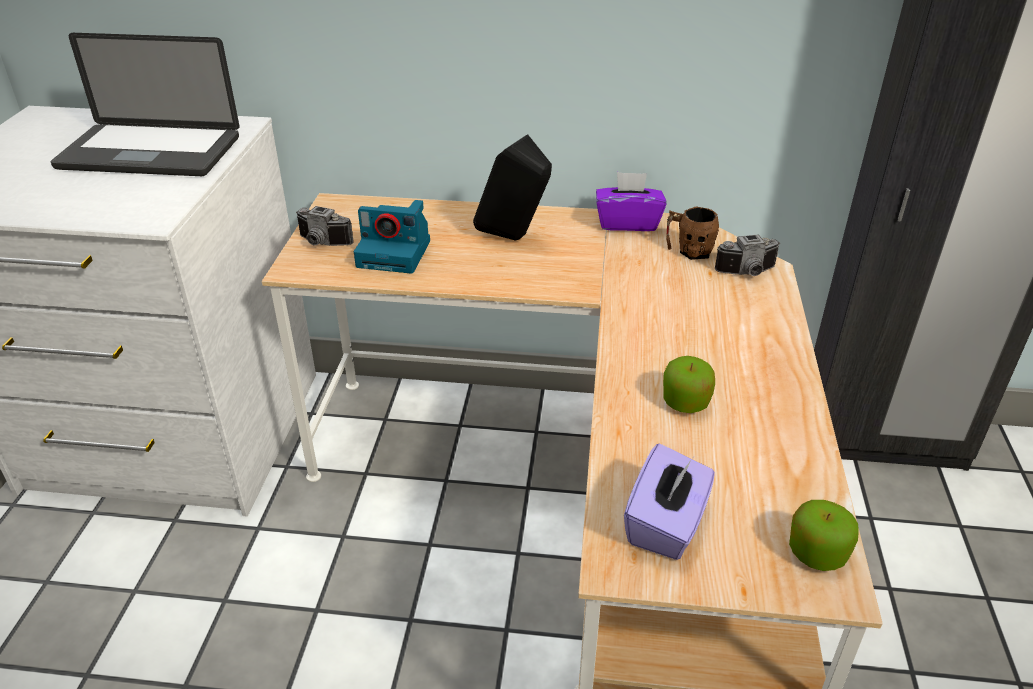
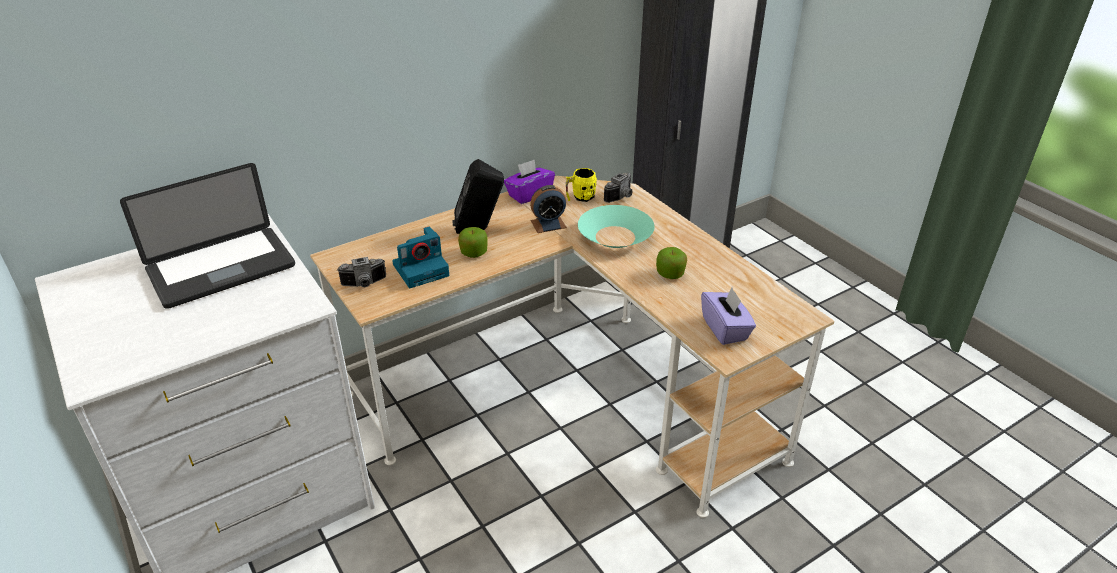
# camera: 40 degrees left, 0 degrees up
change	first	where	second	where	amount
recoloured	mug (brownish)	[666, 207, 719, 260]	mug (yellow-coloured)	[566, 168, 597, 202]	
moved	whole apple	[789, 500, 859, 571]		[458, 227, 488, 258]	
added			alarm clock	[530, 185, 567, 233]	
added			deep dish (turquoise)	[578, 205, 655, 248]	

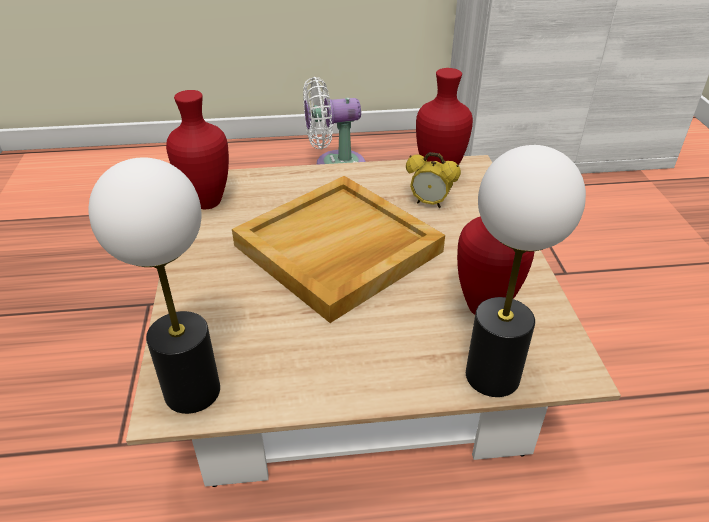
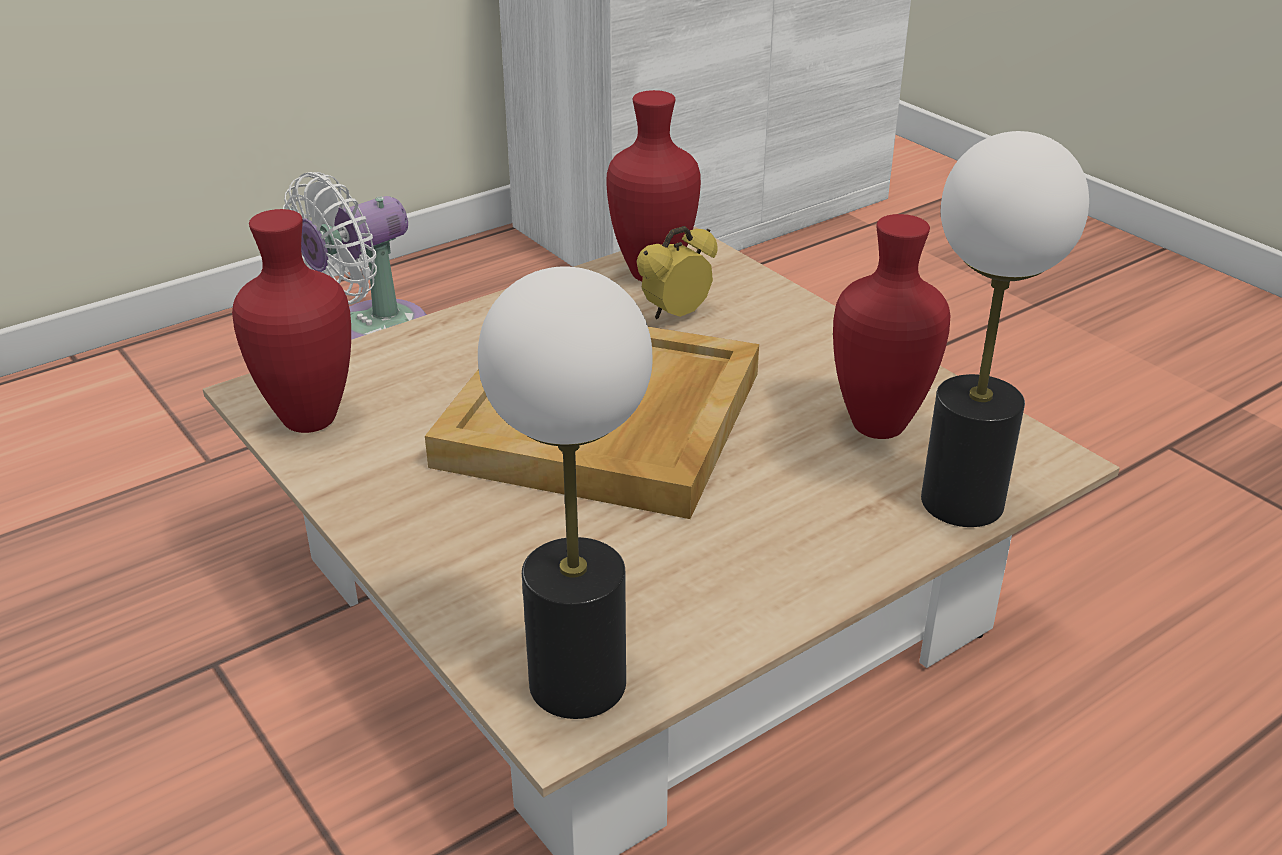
# camera: 30 degrees left, 5 degrees down
change	first	where	second	where	amount
turned	alarm clock	[406, 152, 461, 208]		[637, 226, 718, 319]	150 degrees clockwise

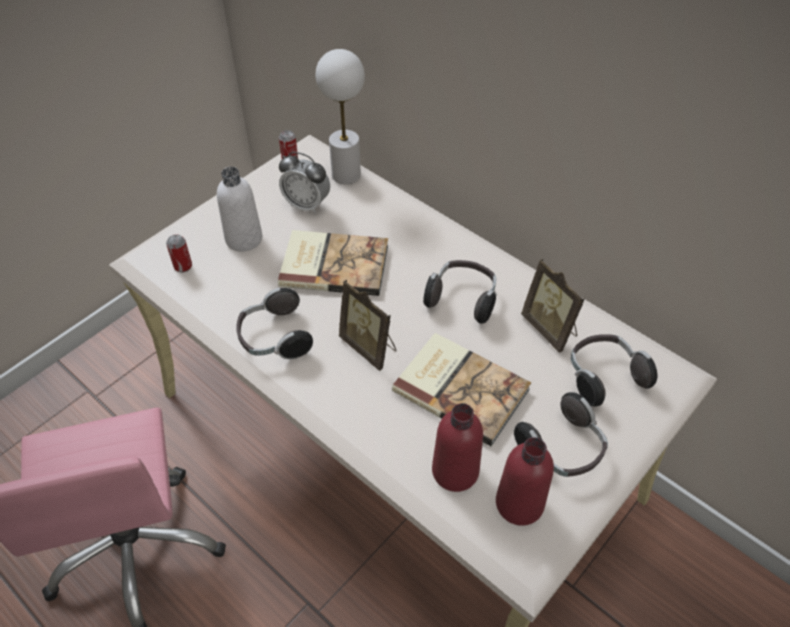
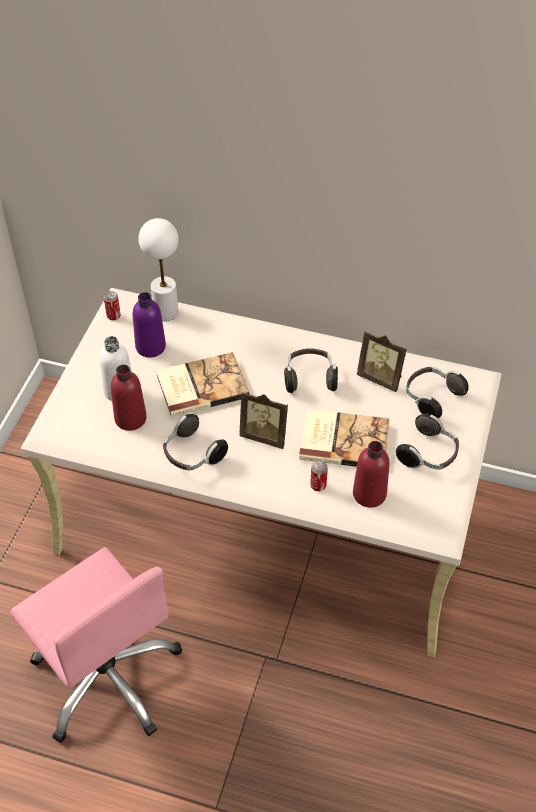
# camera: 25 degrees left, 0 degrees up
change	first	where	second	where	amount
moved	metal can	[166, 234, 192, 273]		[310, 461, 328, 491]	
replaced	alarm clock	[279, 152, 330, 214]	beverage bottle (purple)	[133, 292, 166, 357]	
moved	beverage bottle (reddish)	[496, 437, 554, 526]		[111, 365, 147, 431]	

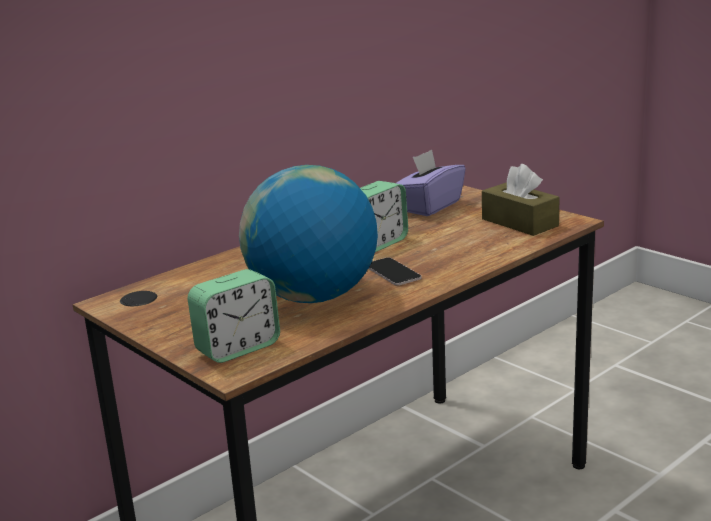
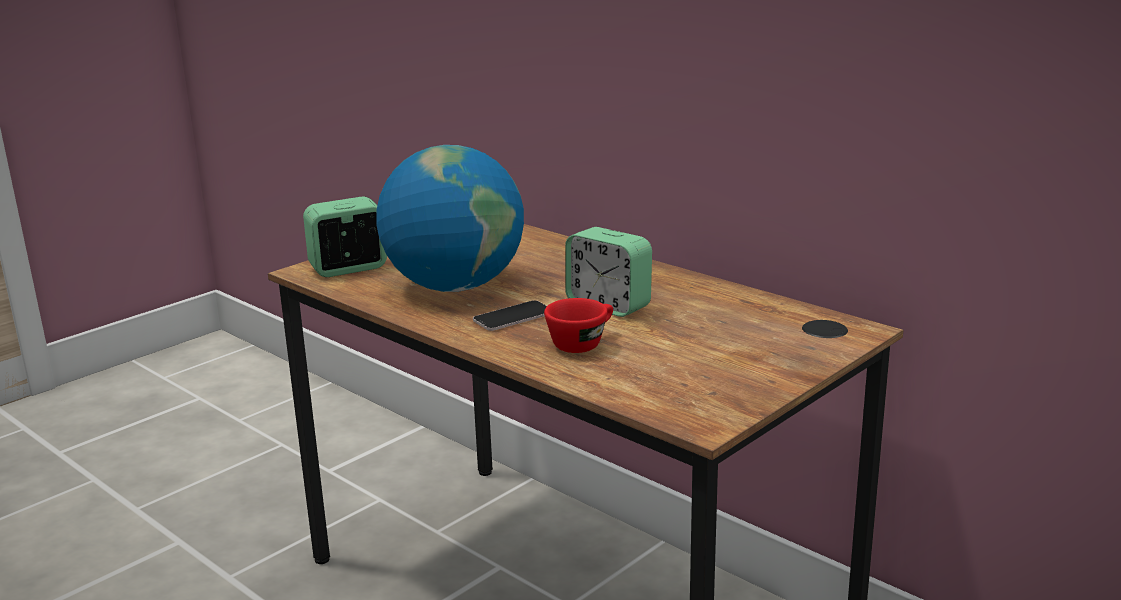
# camera: 85 degrees right, 0 degrees up
change	first	where	second	where	amount
turned	alarm clock	[187, 269, 280, 363]		[303, 196, 387, 277]	105 degrees clockwise
removed	tissue box (purple)	[396, 150, 465, 216]			
removed	tissue box (brownish)	[482, 164, 560, 236]			
added			cup (reddish)	[544, 298, 613, 353]	

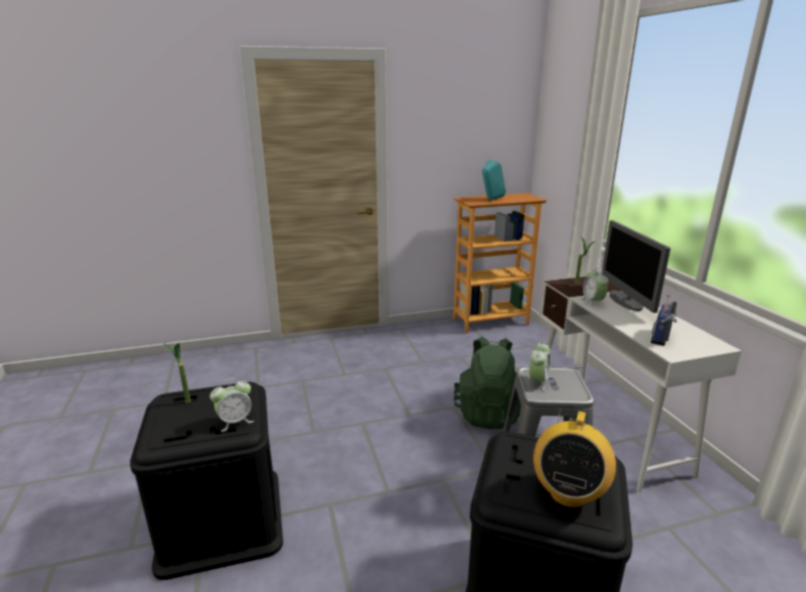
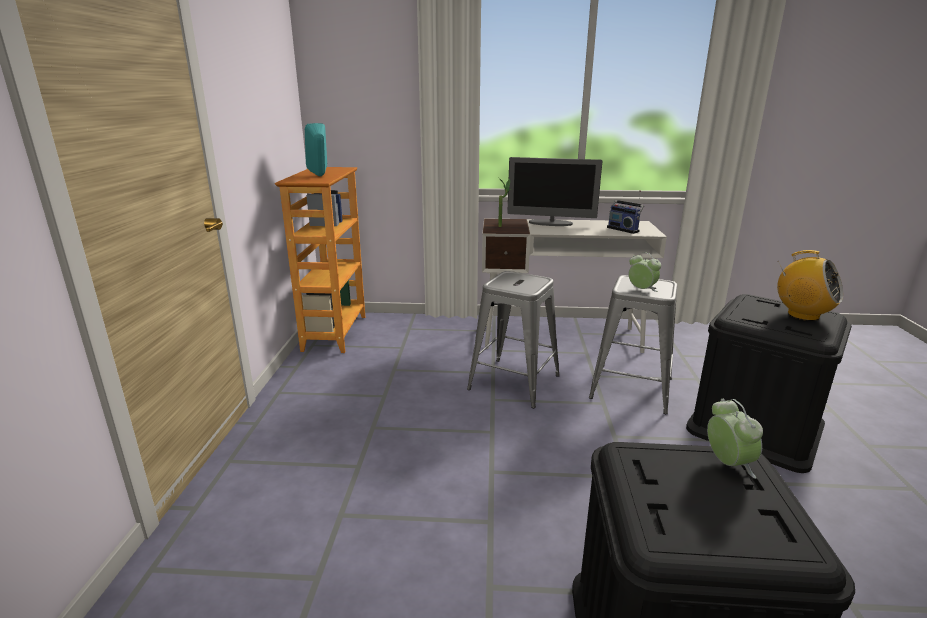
# camera: 70 degrees left, 0 degrees up
change	first	where	second	where	amount
removed	houseplant	[163, 343, 191, 403]			
replaced	knapsack (greenish)	[454, 337, 521, 429]	sitting stool (greyish)	[467, 271, 560, 408]	
removed	alarm clock	[581, 268, 609, 308]			

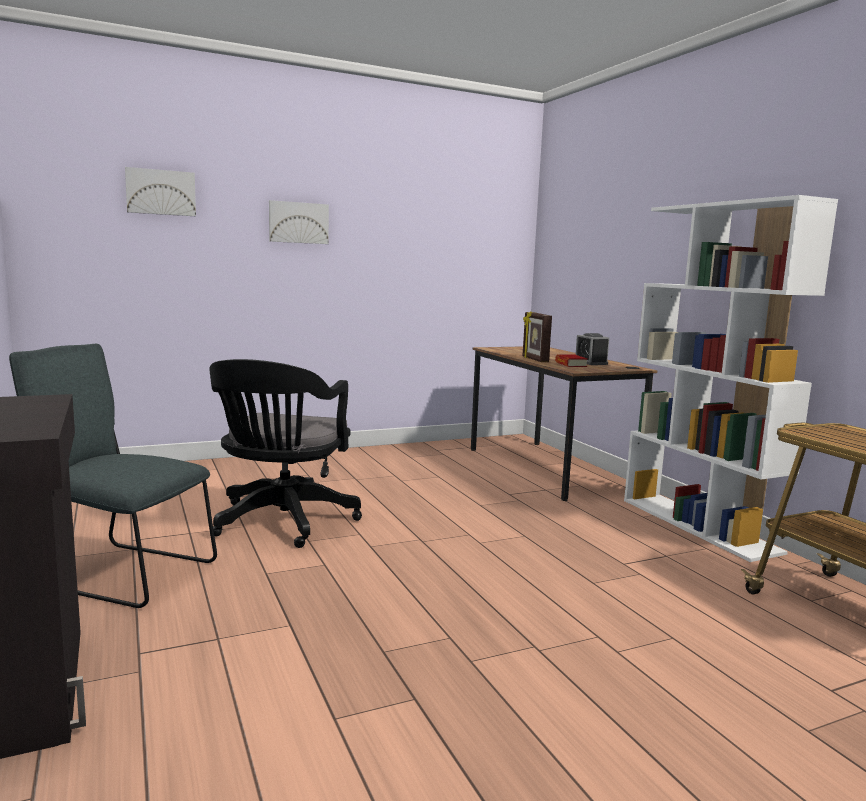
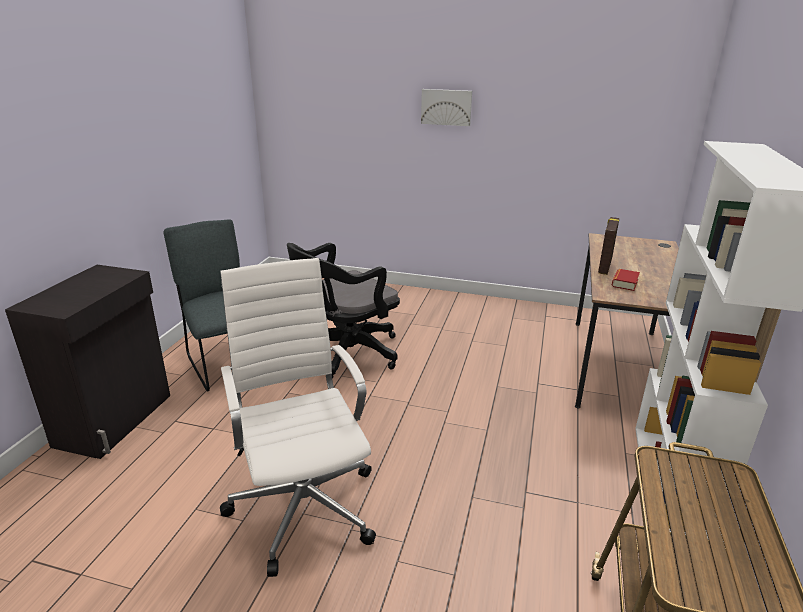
# camera: 40 degrees right, 15 degrees up
change	first	where	second	where	amount
removed	wall art	[125, 167, 196, 216]			
removed	alarm clock	[575, 333, 609, 365]			
added			desk chair (whitish)	[220, 258, 376, 577]	

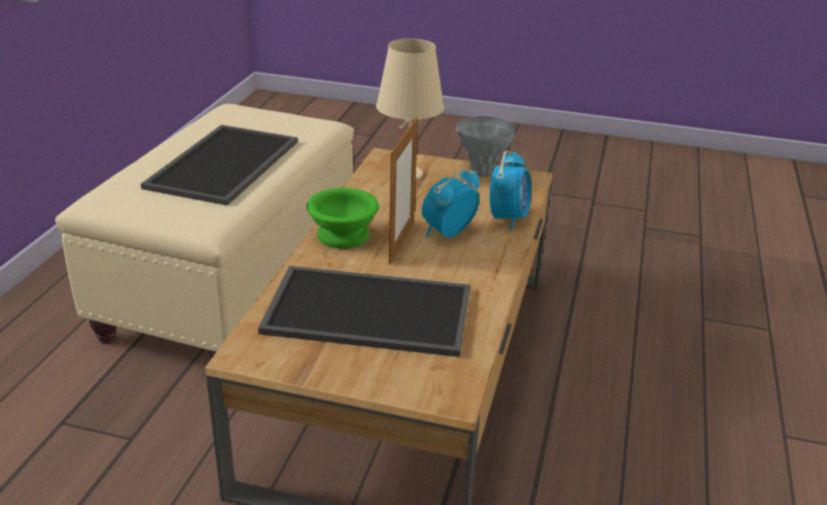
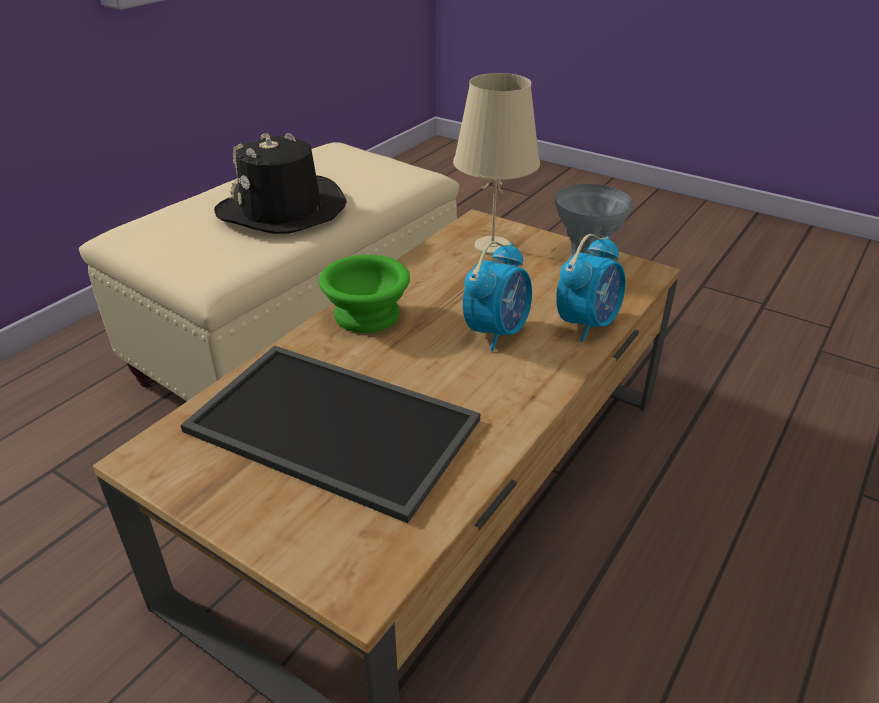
# camera: 20 degrees right, 5 degrees up
change	first	where	second	where	amount
replaced	tray	[141, 125, 298, 205]	wearable hat (black)	[214, 132, 347, 234]	
removed	photo frame	[389, 117, 418, 265]			
turned	alarm clock	[422, 168, 480, 237]		[463, 241, 532, 351]	150 degrees clockwise

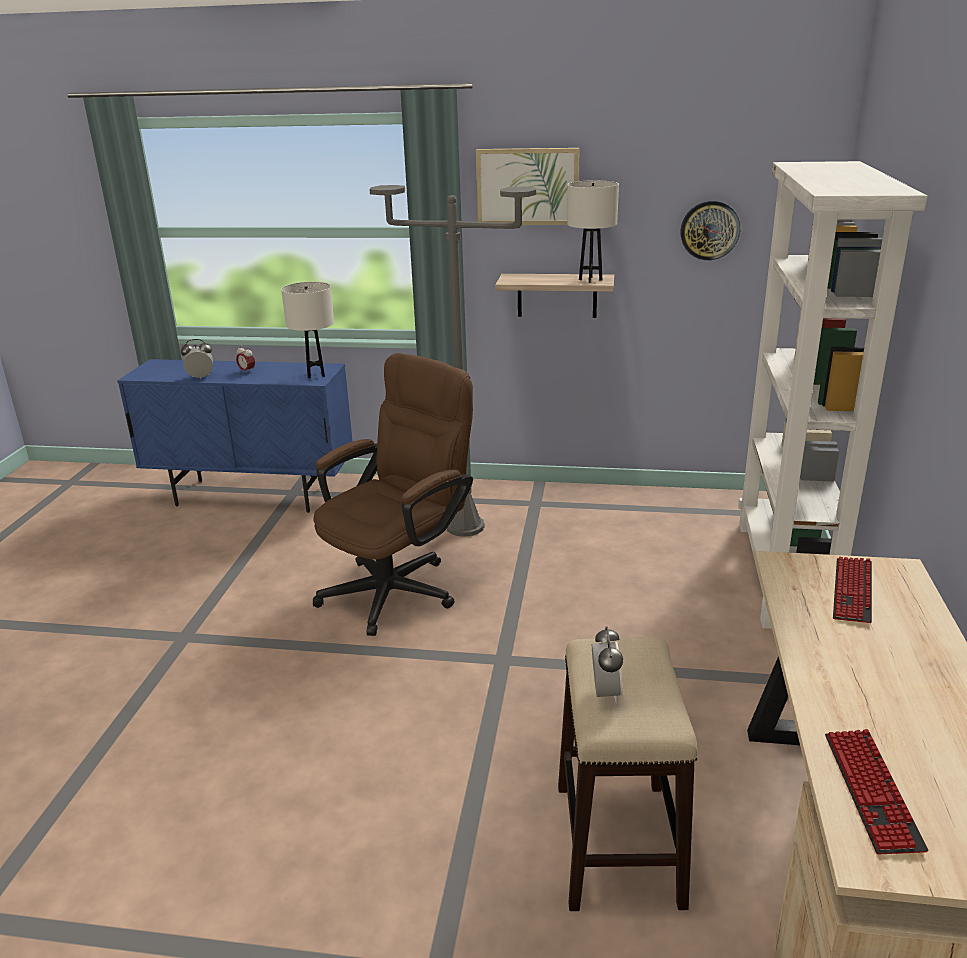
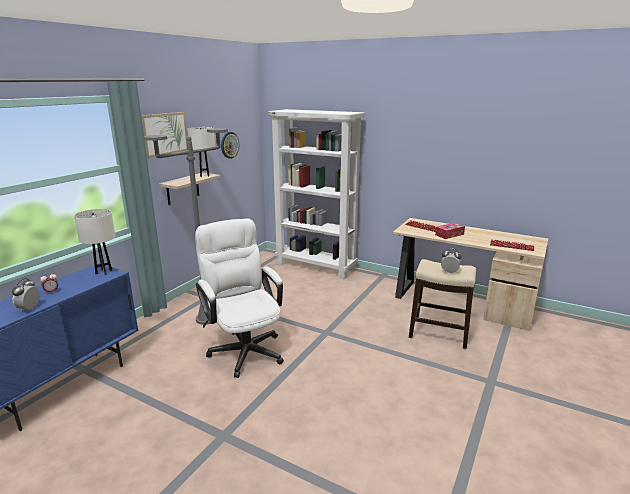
# camera: 70 degrees left, 5 degrees down
change	first	where	second	where	amount
recoloured	desk chair (brownish)	[313, 353, 473, 636]	desk chair (whitish)	[195, 218, 284, 378]	
added			tissue box	[435, 223, 465, 239]	

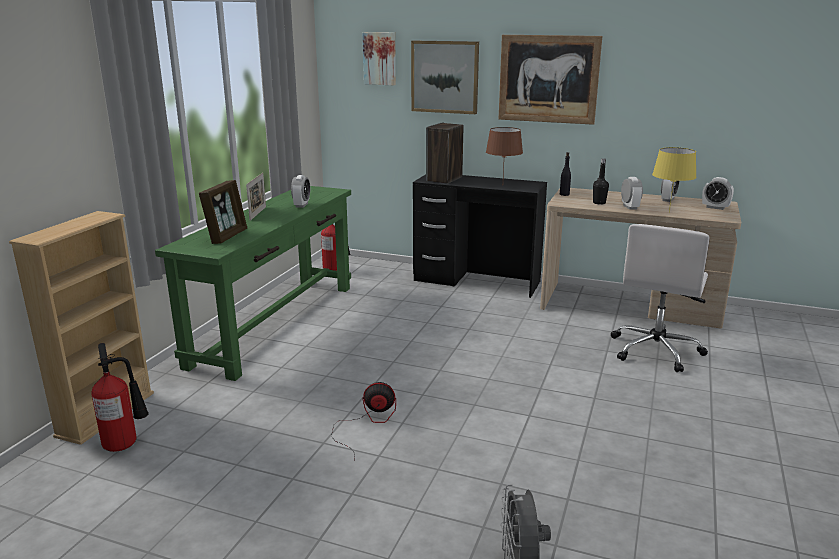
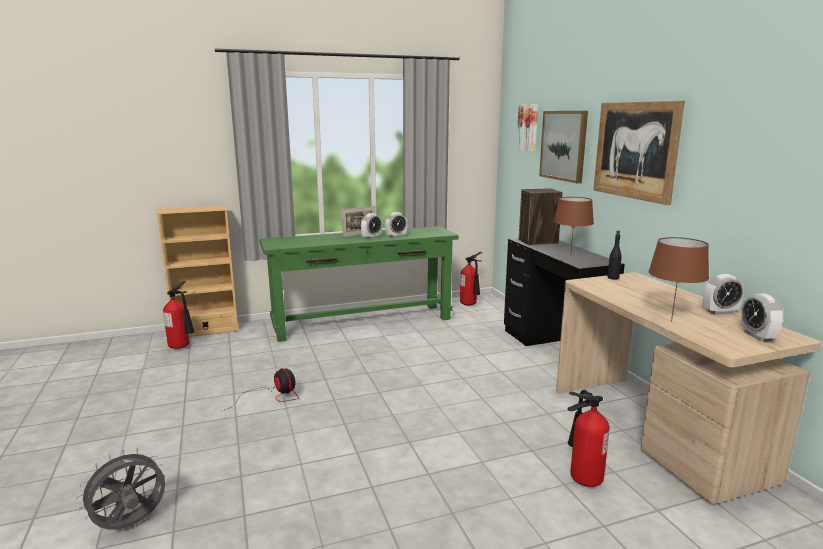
# camera: 50 degrees right, 5 degrees down
change	first	where	second	where	amount
removed	photo frame	[199, 180, 247, 244]			
removed	beverage bottle (black)	[593, 158, 609, 205]			
replaced	desk chair (whitish)	[611, 224, 709, 372]	fire-fighting cylinder	[567, 390, 610, 487]	
moved	alarm clock	[621, 177, 643, 210]		[361, 213, 382, 239]	
recoloured	table lamp (yellow-coloured)	[652, 147, 696, 212]	table lamp (brownish)	[649, 237, 709, 322]	

